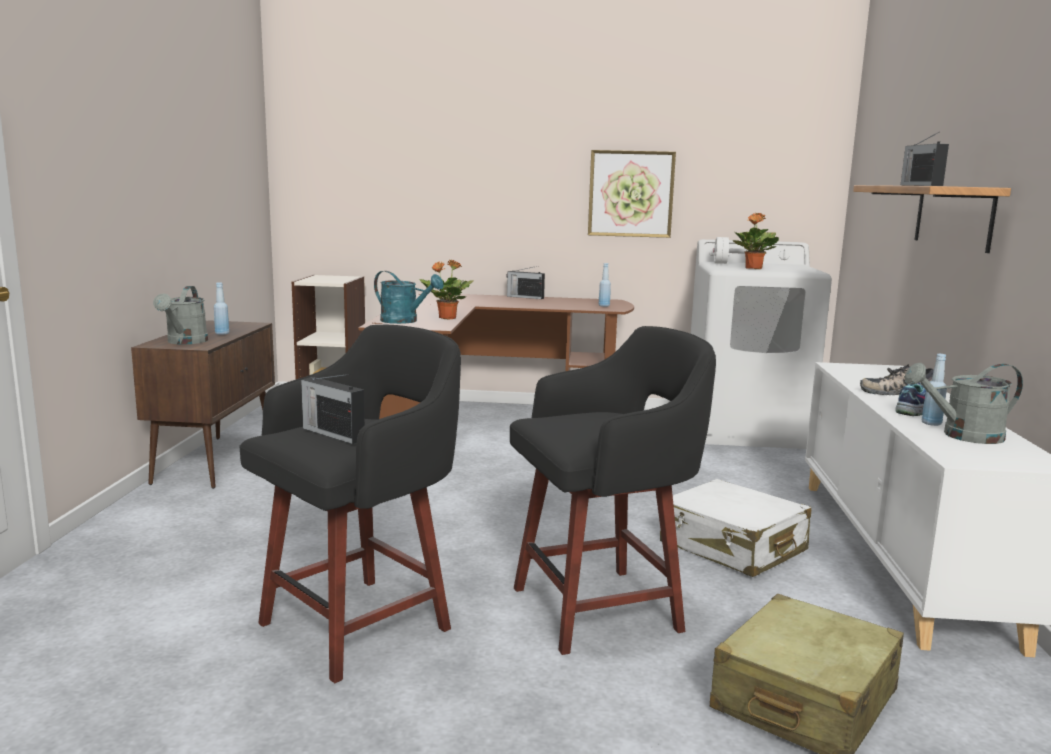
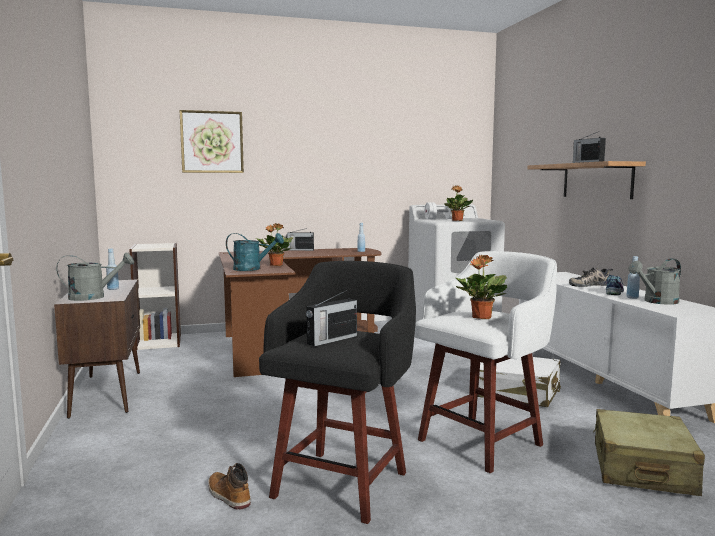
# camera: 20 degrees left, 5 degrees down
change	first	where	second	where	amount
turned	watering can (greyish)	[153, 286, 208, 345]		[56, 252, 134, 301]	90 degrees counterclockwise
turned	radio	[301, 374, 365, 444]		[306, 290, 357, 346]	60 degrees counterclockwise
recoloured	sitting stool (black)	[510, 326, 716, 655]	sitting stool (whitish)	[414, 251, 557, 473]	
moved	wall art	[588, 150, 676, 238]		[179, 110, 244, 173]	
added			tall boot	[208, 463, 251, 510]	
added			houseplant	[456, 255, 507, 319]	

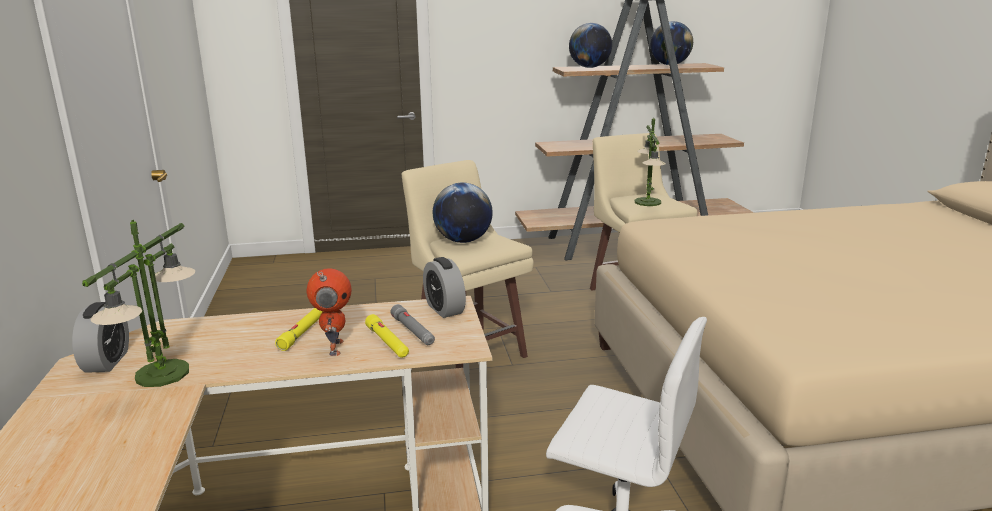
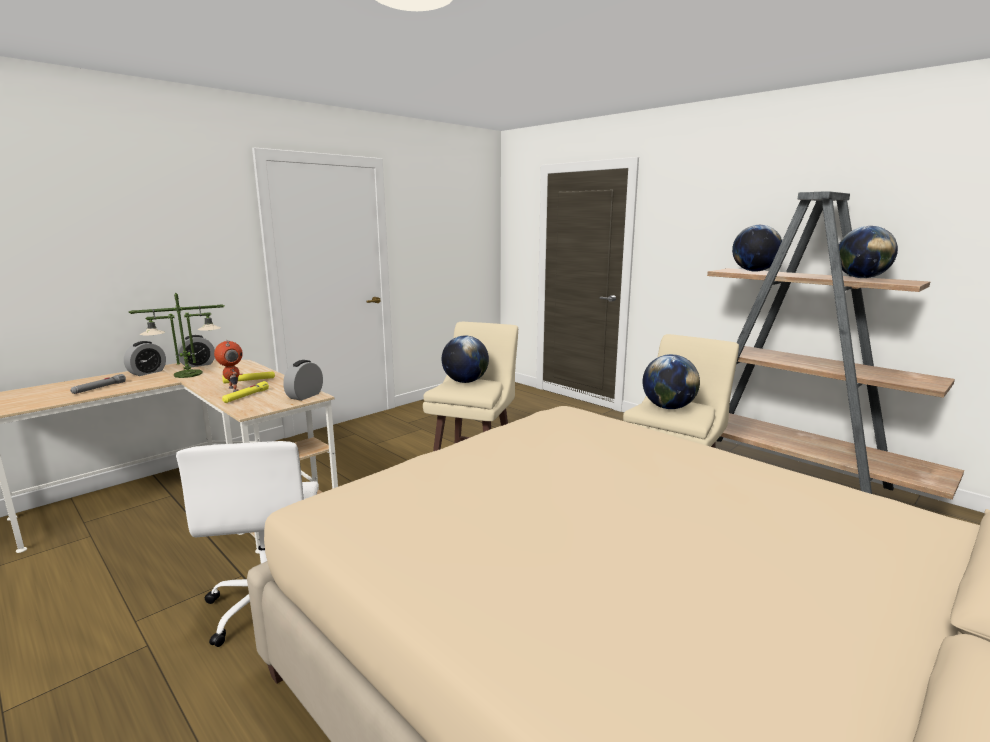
# camera: 55 degrees right, 5 degrees down
change	first	where	second	where	amount
turned	model robot	[307, 268, 351, 356]		[214, 340, 243, 392]	90 degrees counterclockwise
moved	torch (greyish)	[390, 304, 435, 345]		[70, 374, 126, 394]	
replaced	table lamp	[635, 118, 666, 206]	desk globe	[643, 354, 700, 409]	
added			alarm clock	[124, 341, 166, 376]	

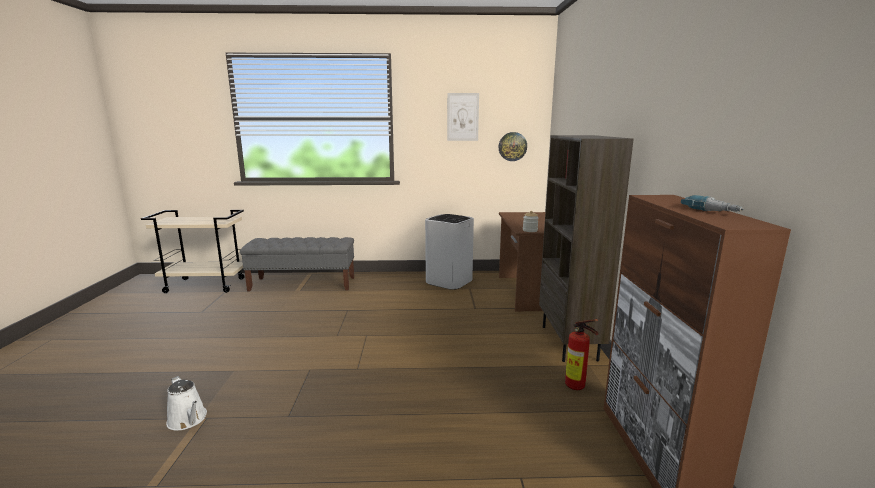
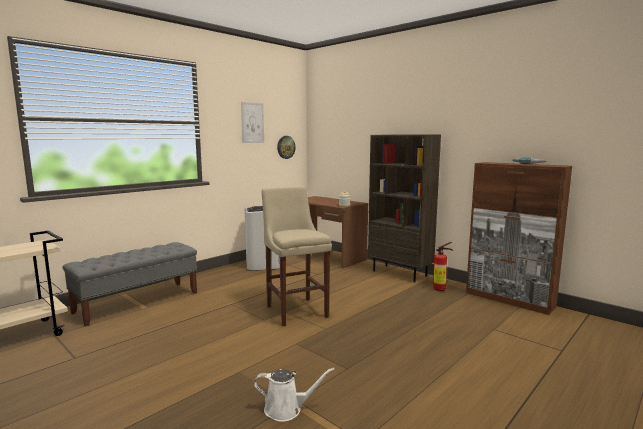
# camera: 45 degrees left, 5 degrees down
change	first	where	second	where	amount
added			sitting stool (beige)	[262, 186, 332, 326]	

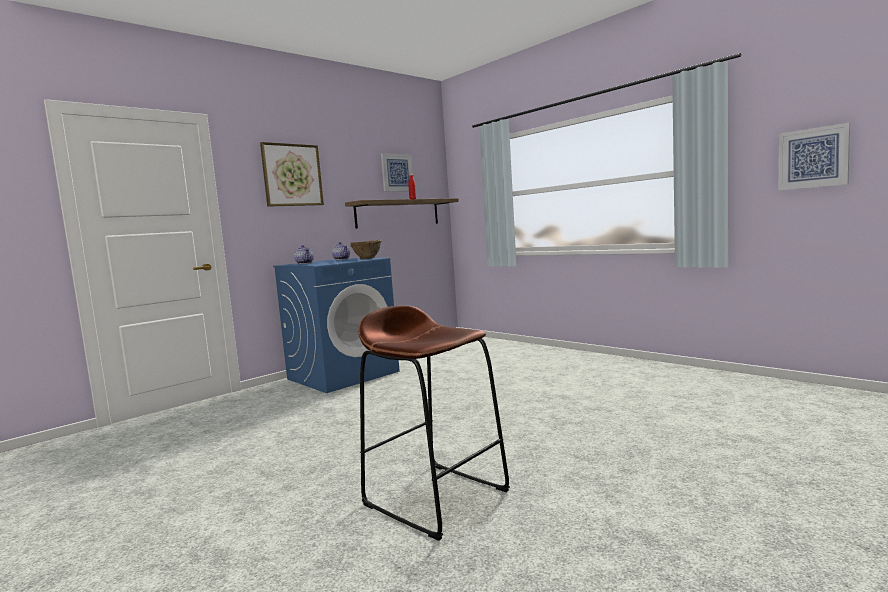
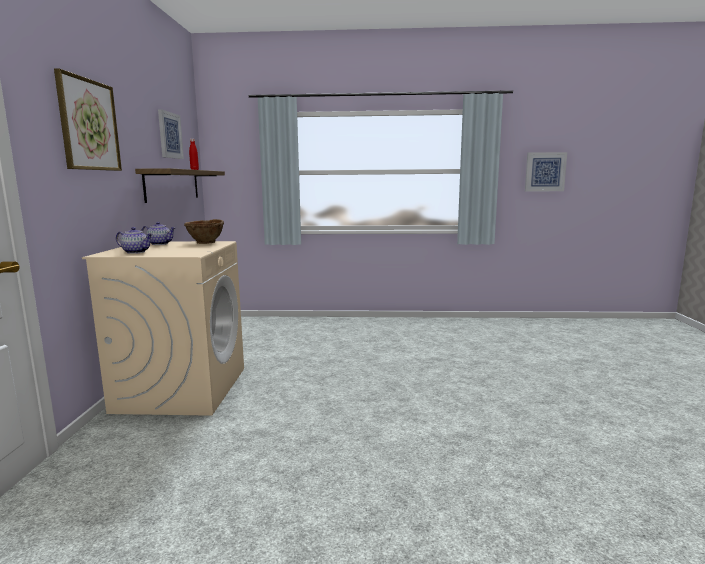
# camera: 45 degrees left, 5 degrees up
change	first	where	second	where	amount
recoloured	laundry appliance (bluish)	[273, 258, 400, 393]	laundry appliance (beige)	[82, 241, 244, 416]	
removed	sitting stool (brownish)	[358, 306, 510, 541]			

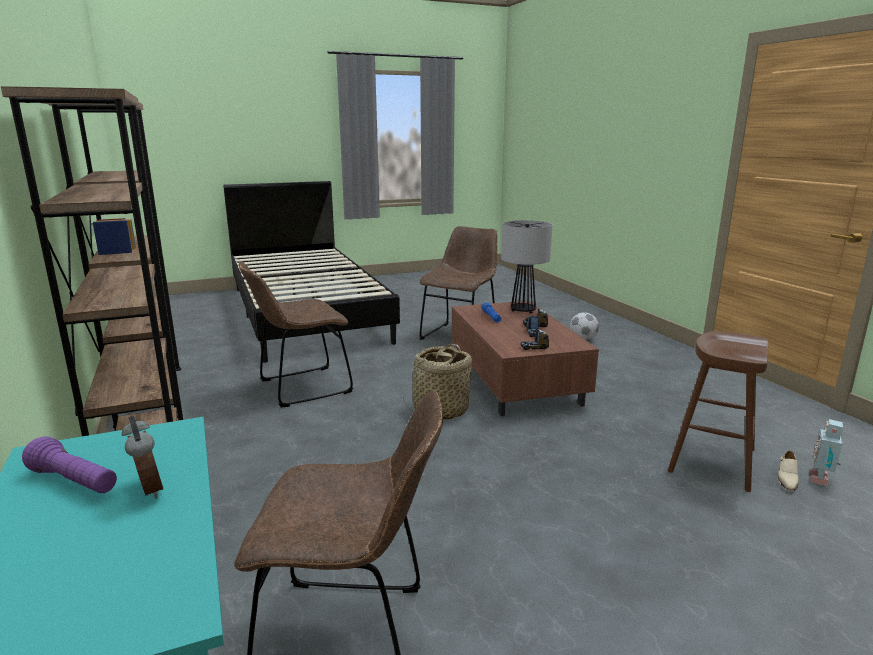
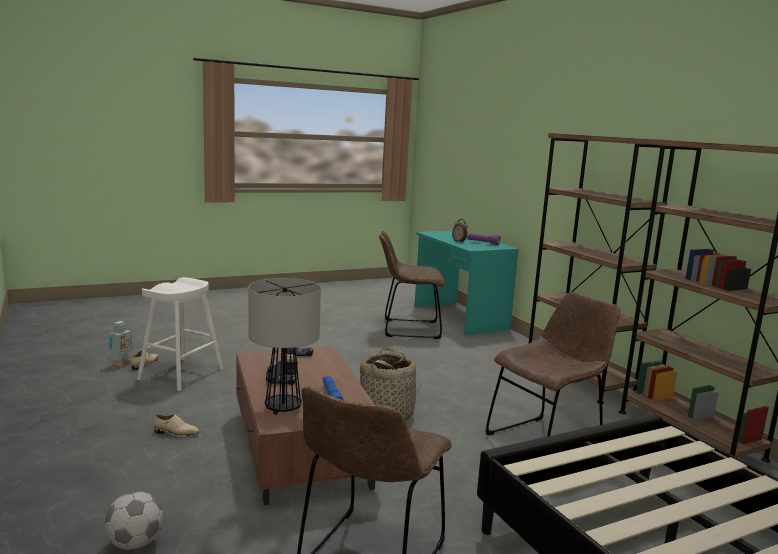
# camera: 175 degrees right, 5 degrees down
change	first	where	second	where	amount
recoloured	sitting stool (brownish)	[668, 331, 768, 492]	sitting stool (whitish)	[137, 277, 223, 391]	
added			shoe (beige)	[154, 414, 199, 437]	

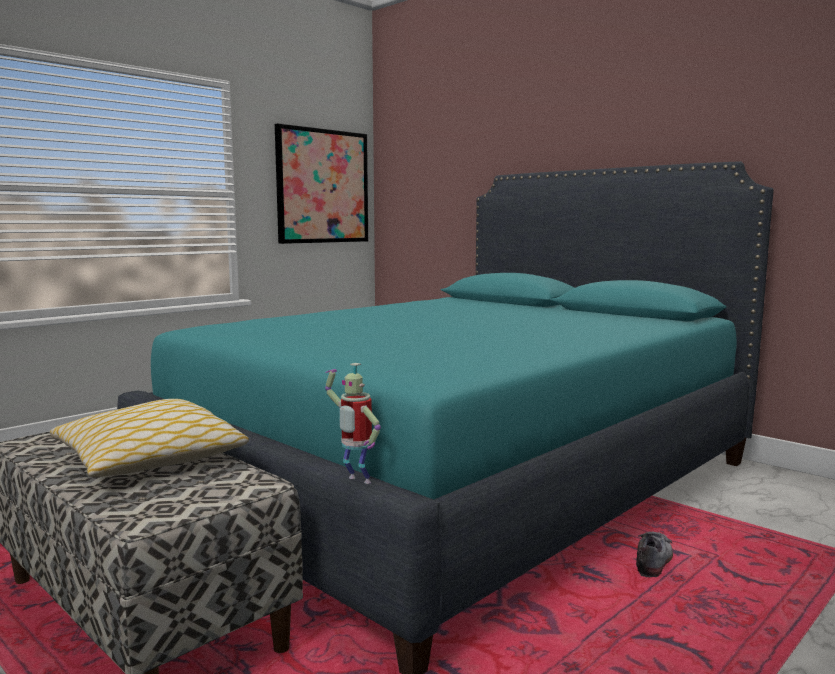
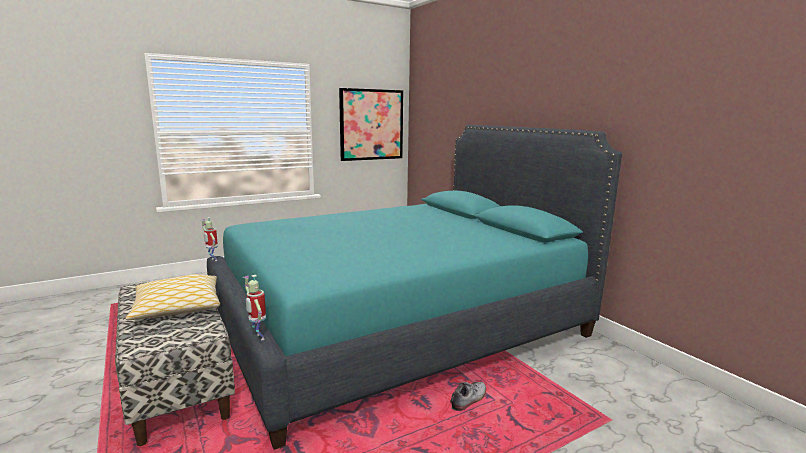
# camera: 15 degrees right, 5 degrees up
change	first	where	second	where	amount
added			model robot	[202, 217, 218, 261]	

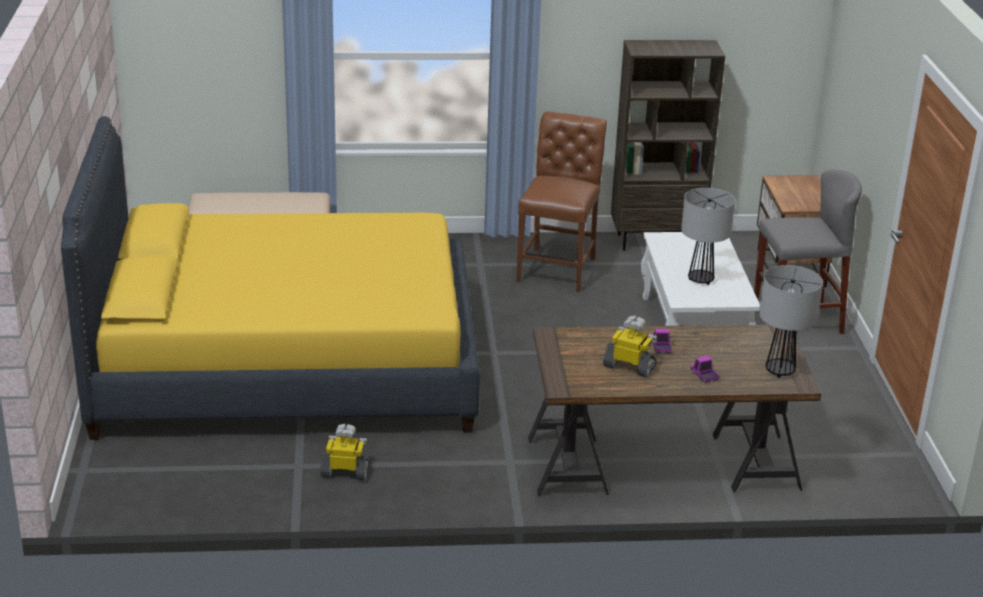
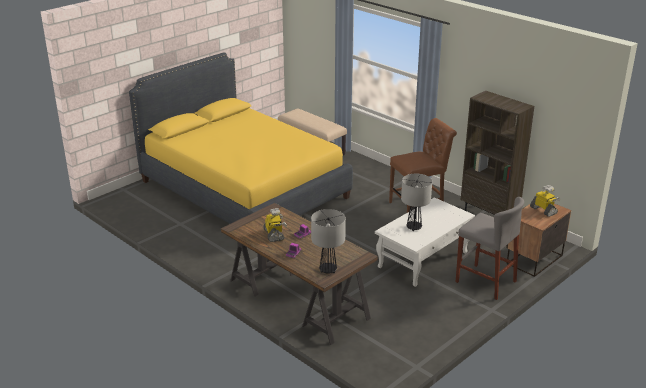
# camera: 50 degrees right, 0 degrees up
change	first	where	second	where	amount
moved	model robot	[320, 424, 370, 480]		[530, 185, 560, 217]	

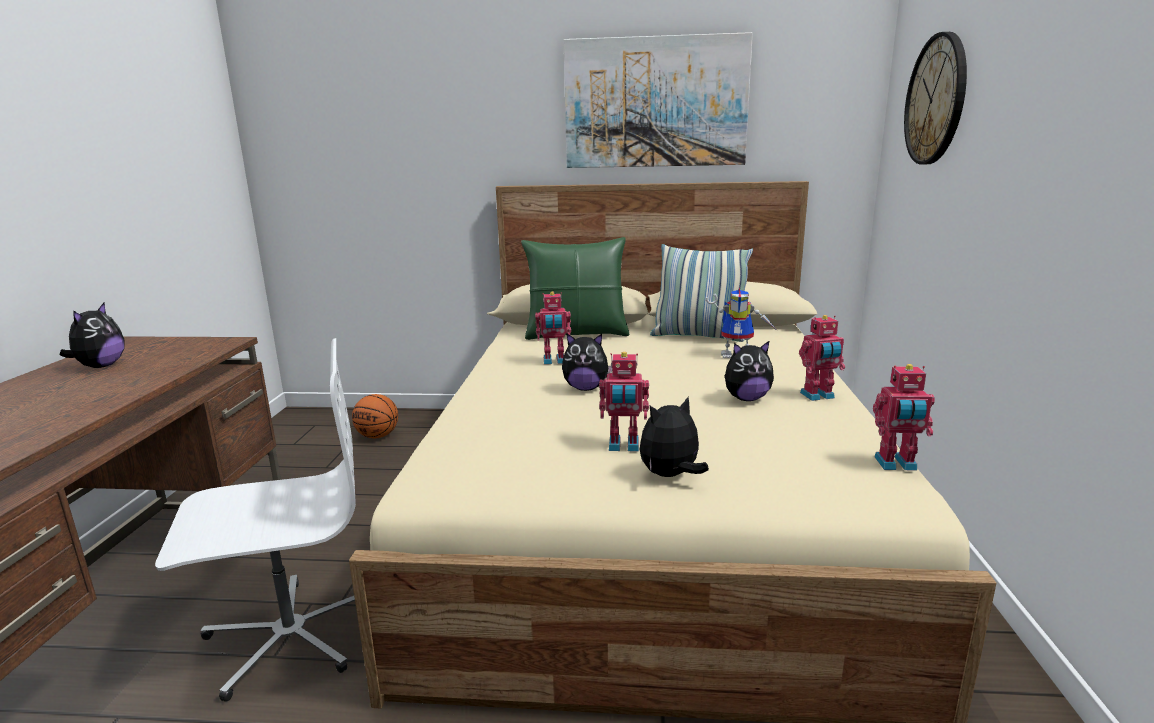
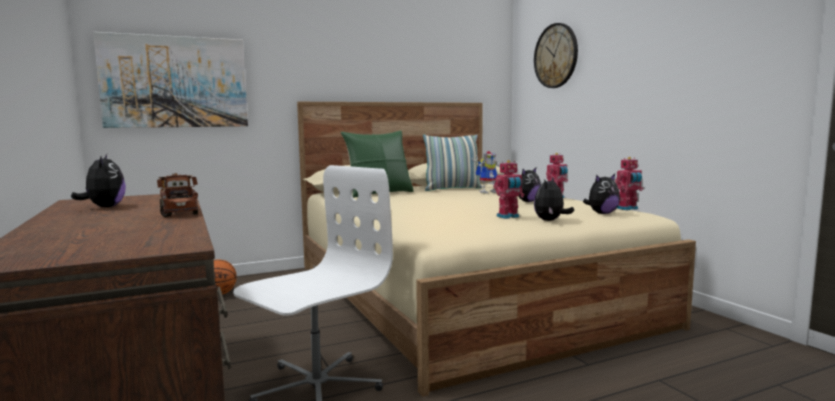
# camera: 30 degrees left, 10 degrees down
change	first	where	second	where	amount
removed	model robot	[535, 292, 571, 364]			
moved	plush toy	[562, 334, 612, 391]		[583, 174, 620, 214]	
moved	wall art	[564, 32, 753, 168]		[93, 32, 248, 128]	
added			model truck	[157, 173, 198, 217]	

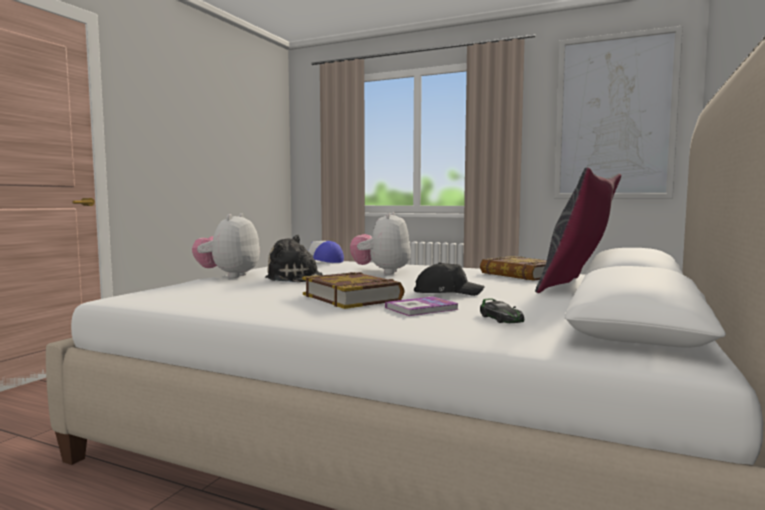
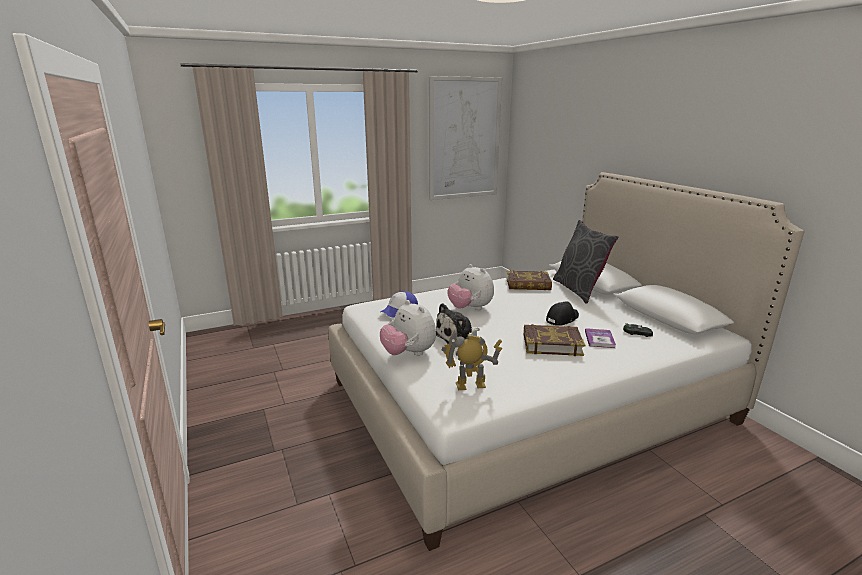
# camera: 50 degrees left, 15 degrees up
change	first	where	second	where	amount
added			model robot	[442, 330, 502, 390]	

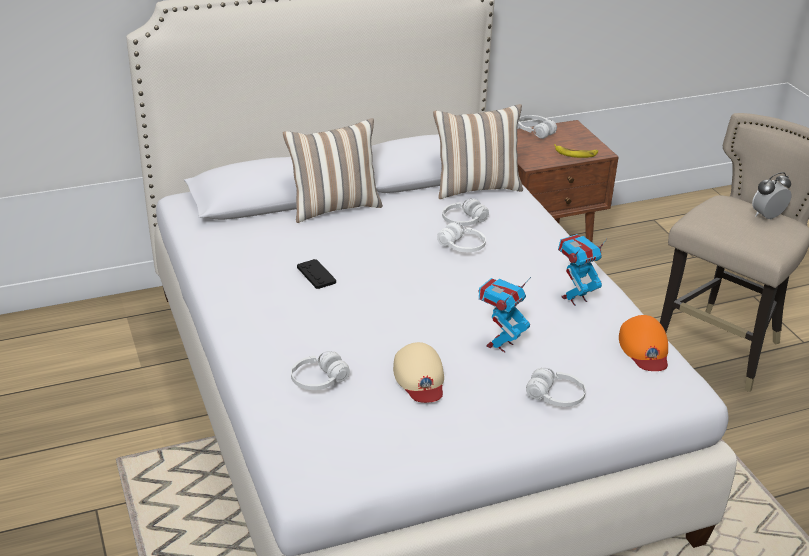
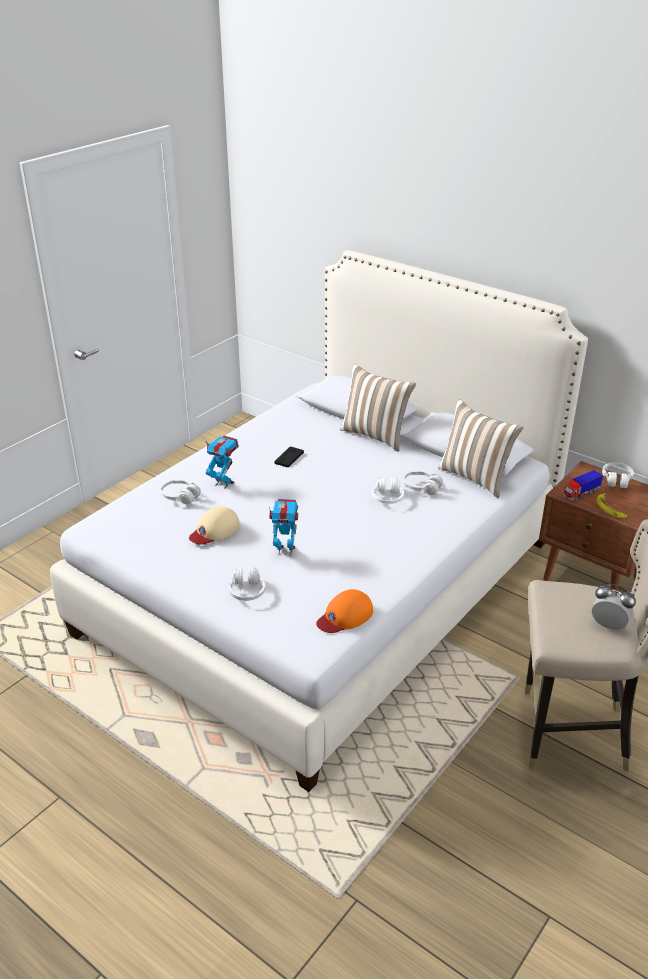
# camera: 60 degrees right, 0 degrees up
change	first	where	second	where	amount
moved	model robot	[558, 234, 607, 306]		[205, 435, 239, 489]	
added			model truck	[563, 470, 603, 501]	

